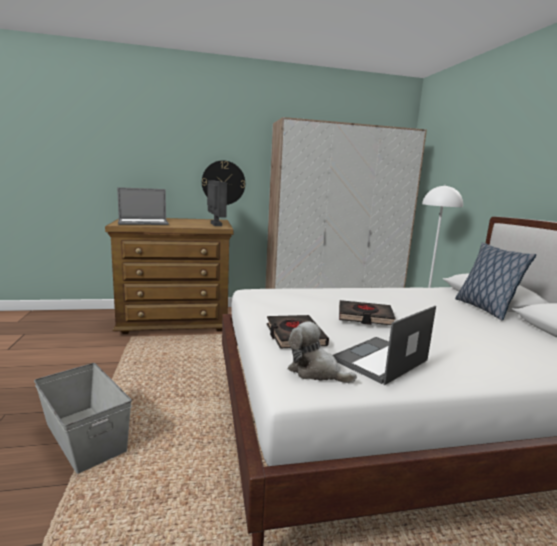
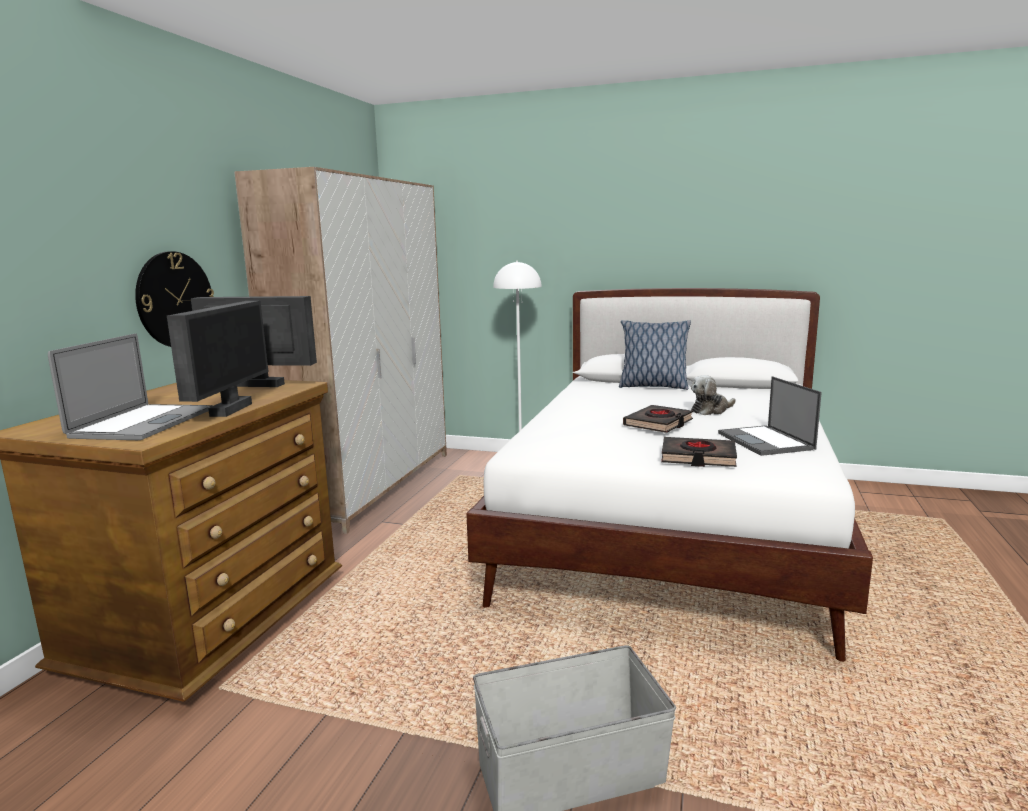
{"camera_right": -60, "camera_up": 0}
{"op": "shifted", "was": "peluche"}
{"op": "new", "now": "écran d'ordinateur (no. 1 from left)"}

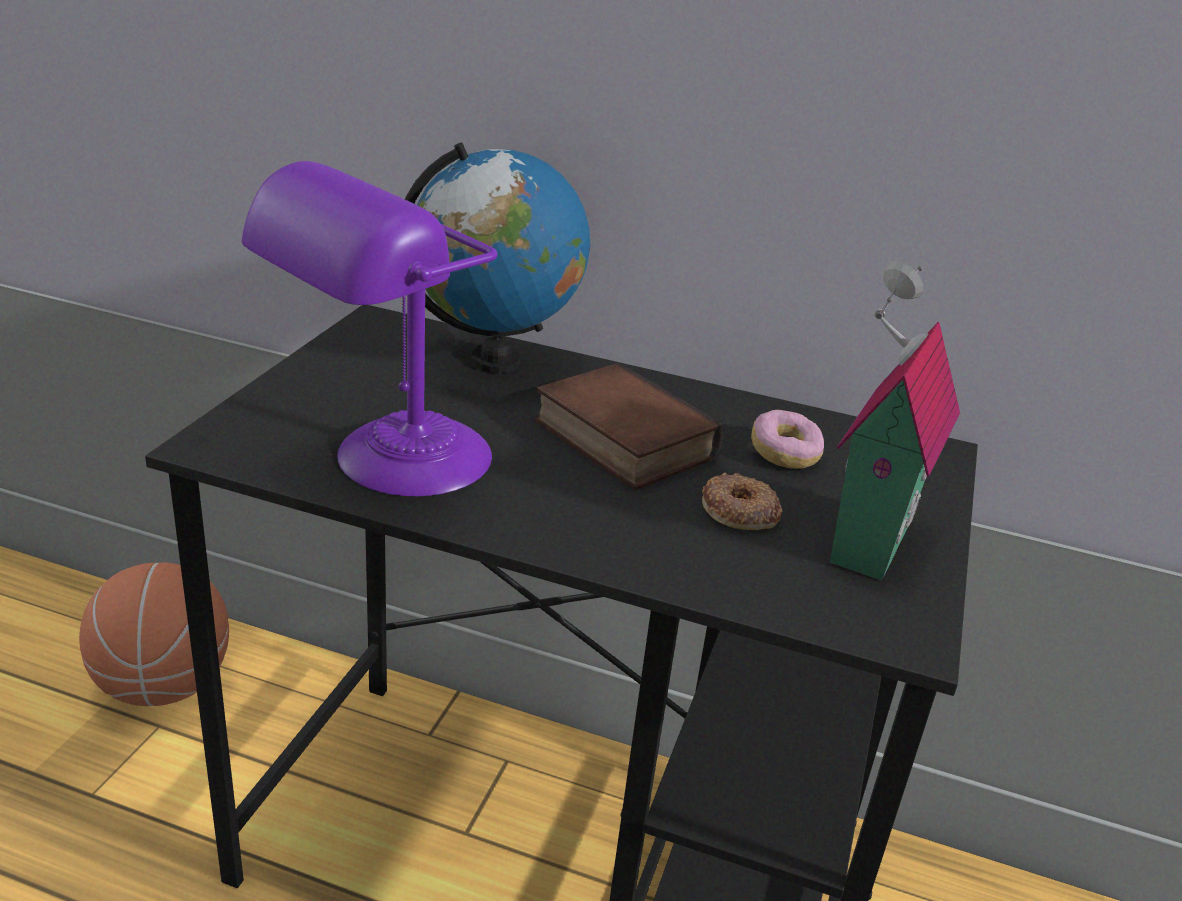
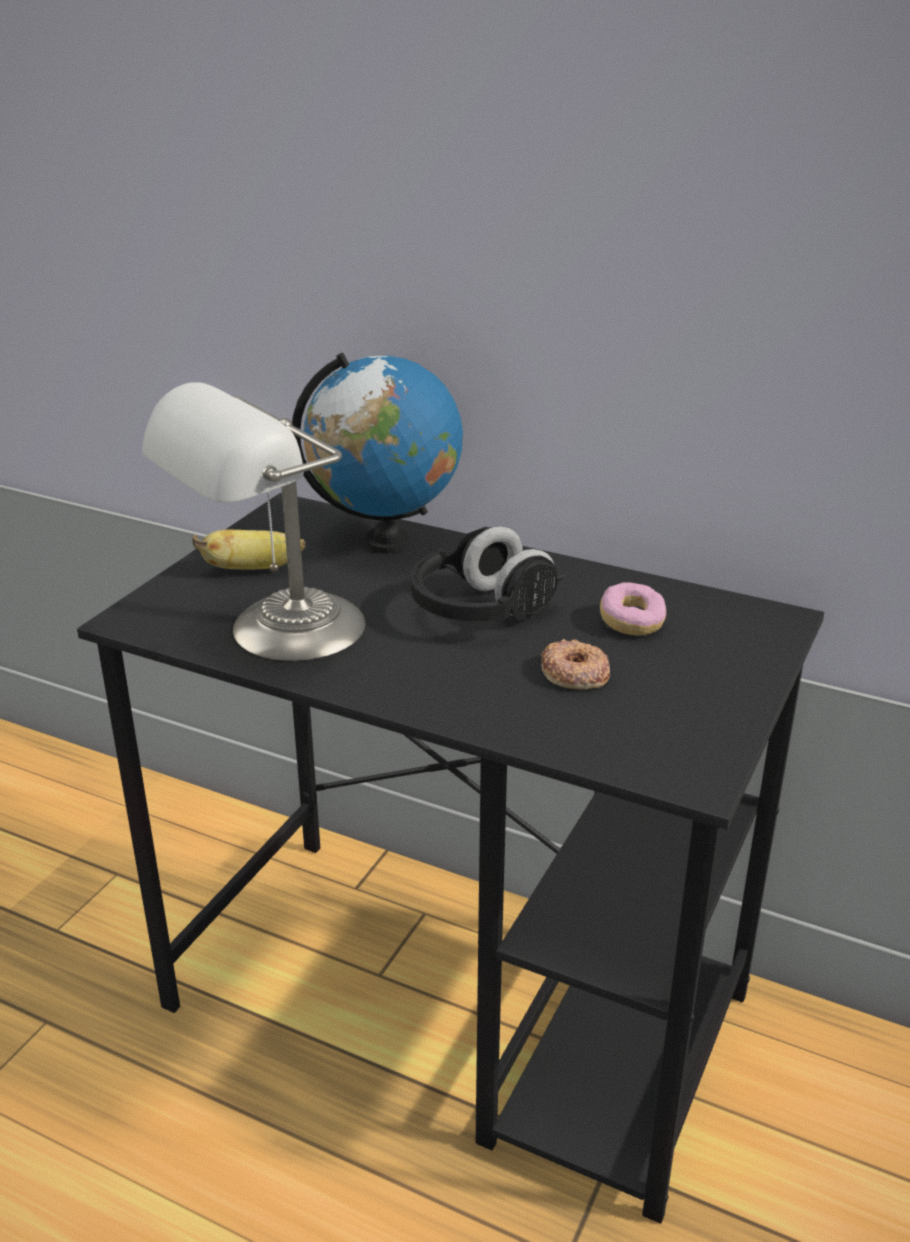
{"camera_right": 10, "camera_up": 0}
{"op": "repainted", "was": "lampe de table (violet)", "now": "lampe de table (blanc)"}
{"op": "gone", "was": "maison miniature"}
{"op": "swapped", "was": "livre", "now": "casque audio (noir)"}
{"op": "gone", "was": "ballon de basket"}
{"op": "new", "now": "banane"}

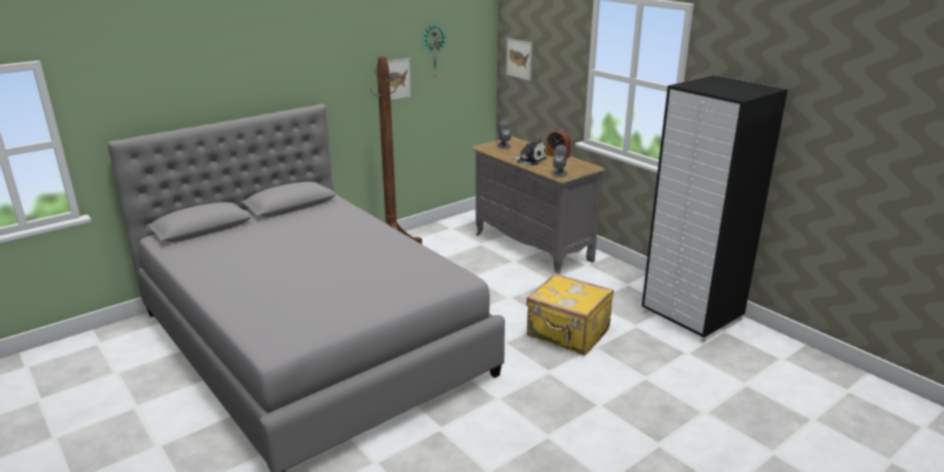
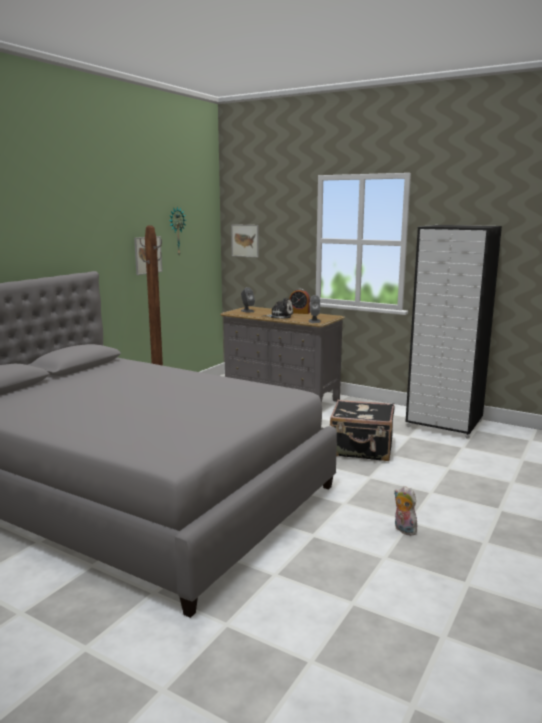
{"camera_right": -20, "camera_up": -10}
{"op": "repainted", "was": "valise (jaune)", "now": "valise (noir)"}
{"op": "new", "now": "peluche (no. 2 from left)"}

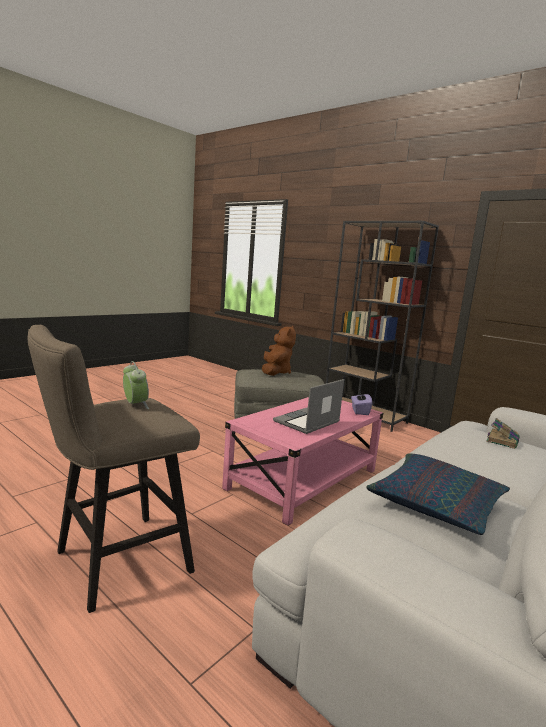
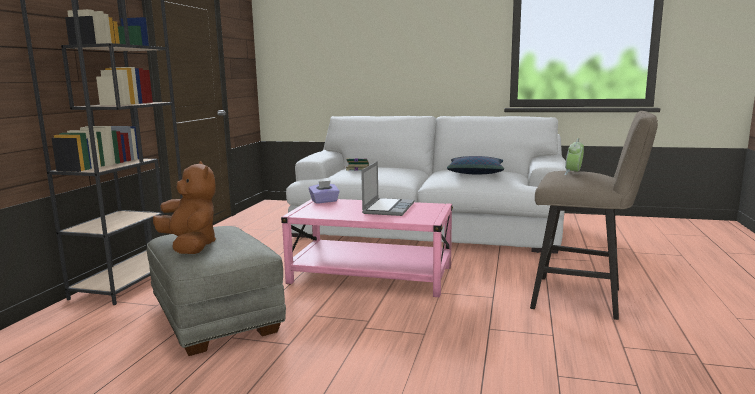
{"camera_right": -115, "camera_up": 0}
{"op": "rotated", "was": "peluche (marron)", "clockwise": 75}
{"op": "rotated", "was": "ordinateur portable", "clockwise": -90}

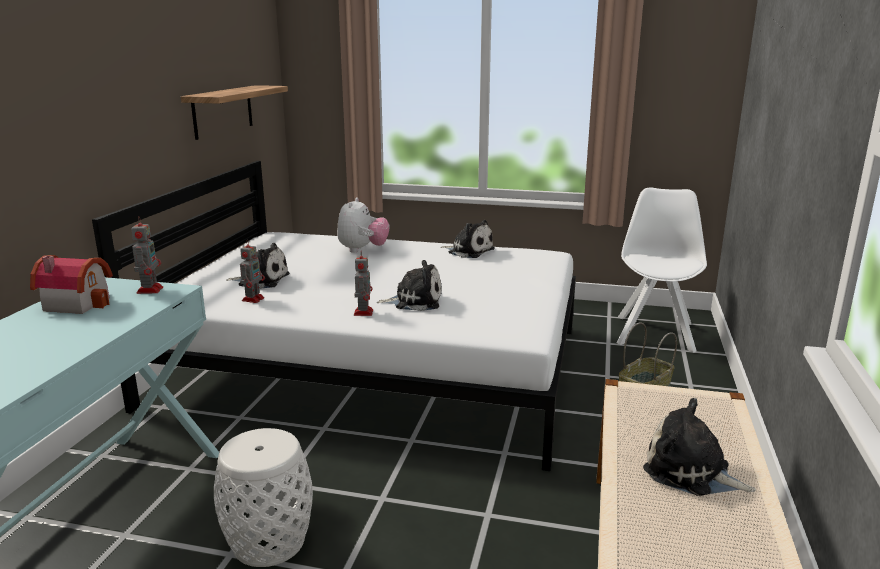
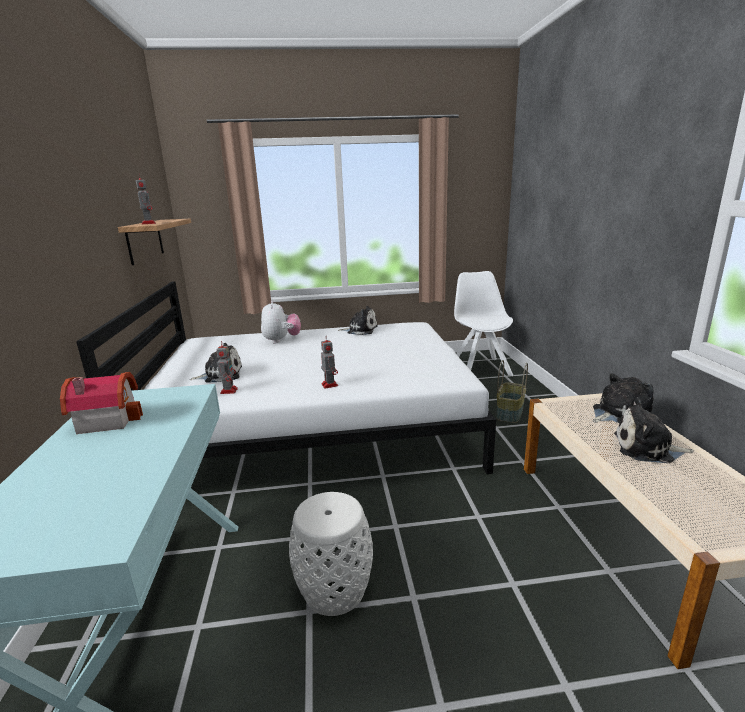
{"camera_right": -20, "camera_up": 0}
{"op": "shifted", "was": "robot jouet (no. 1 from left)"}
{"op": "shifted", "was": "peluche (no. 3 from left in the first image)", "now": "peluche (no. 4 from left)"}

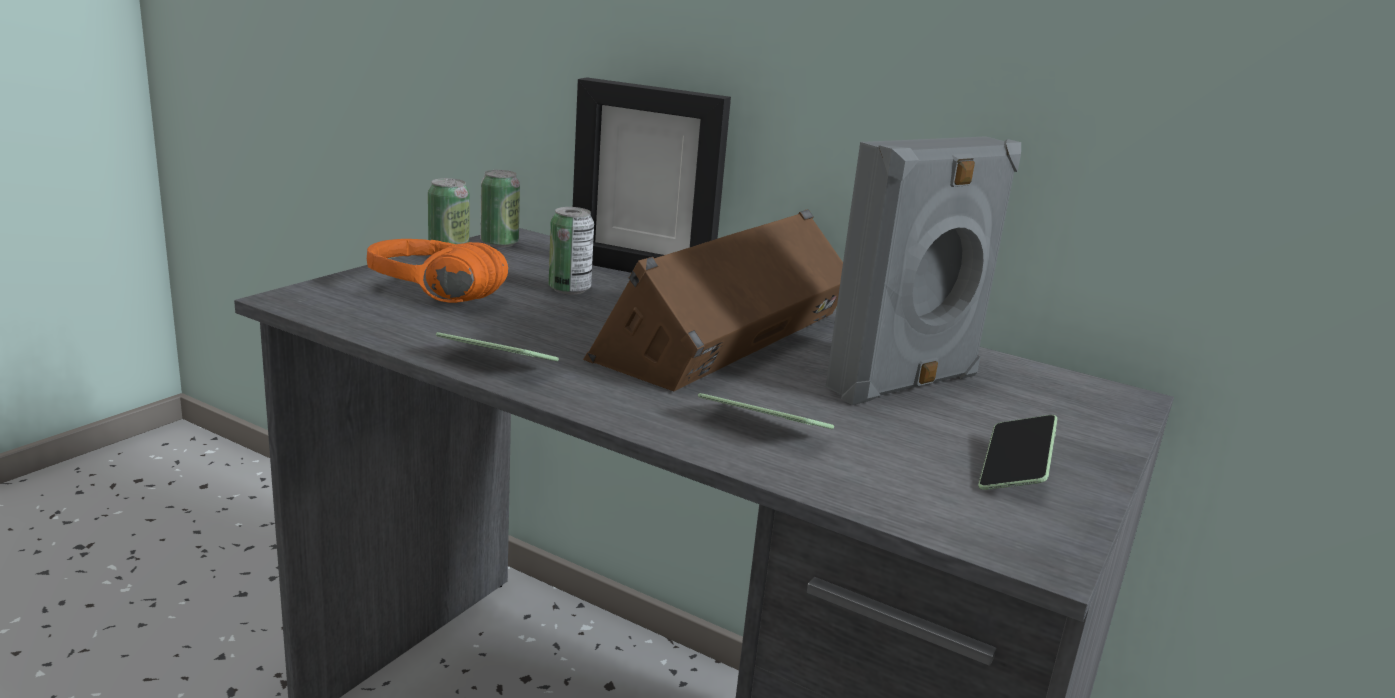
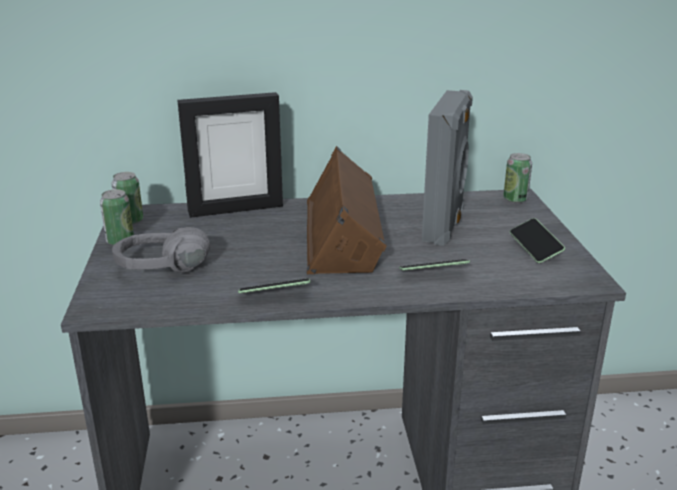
{"camera_right": -35, "camera_up": 5}
{"op": "shifted", "was": "boîte métallique (no. 3 from left)"}
{"op": "repainted", "was": "casque audio (orange)", "now": "casque audio (gris)"}

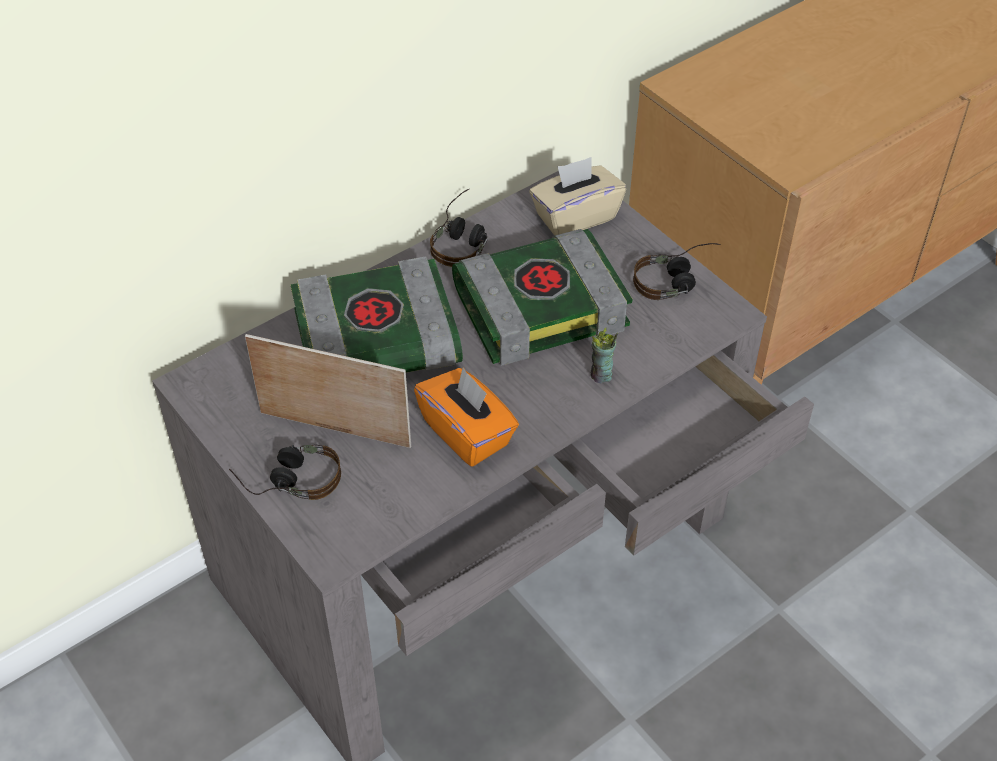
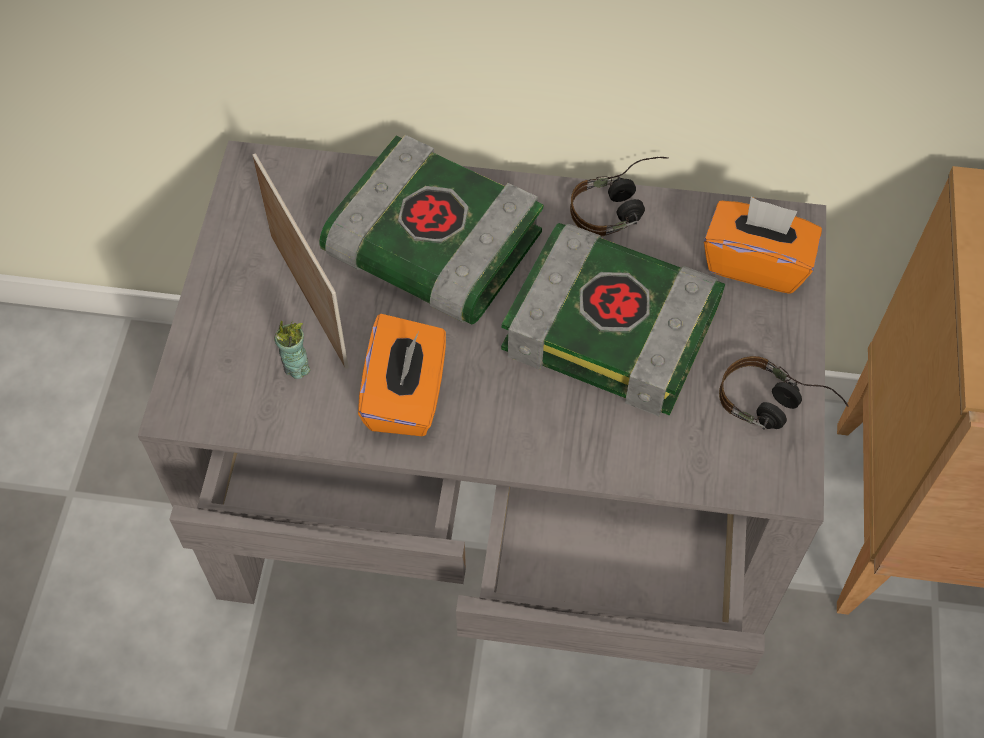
{"camera_right": 45, "camera_up": 10}
{"op": "repainted", "was": "boîte à mouchoirs (beige)", "now": "boîte à mouchoirs (orange) (no. 2 from left)"}
{"op": "shifted", "was": "tasse"}
{"op": "gone", "was": "casque audio (no. 1 from left)"}

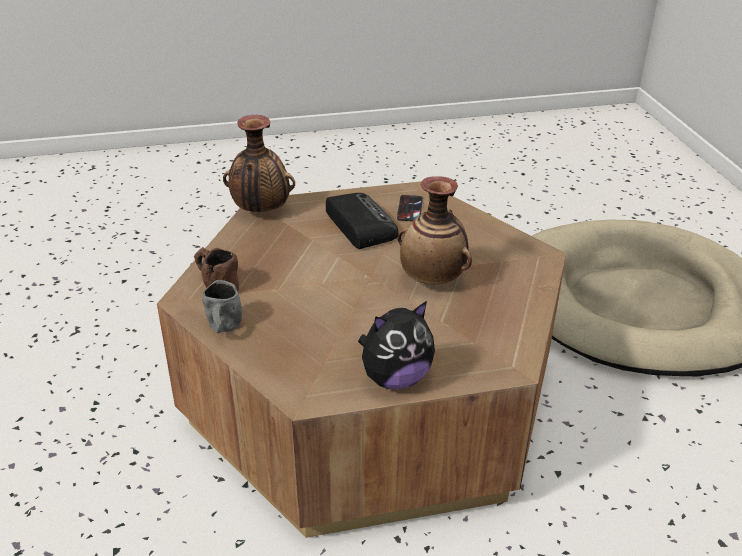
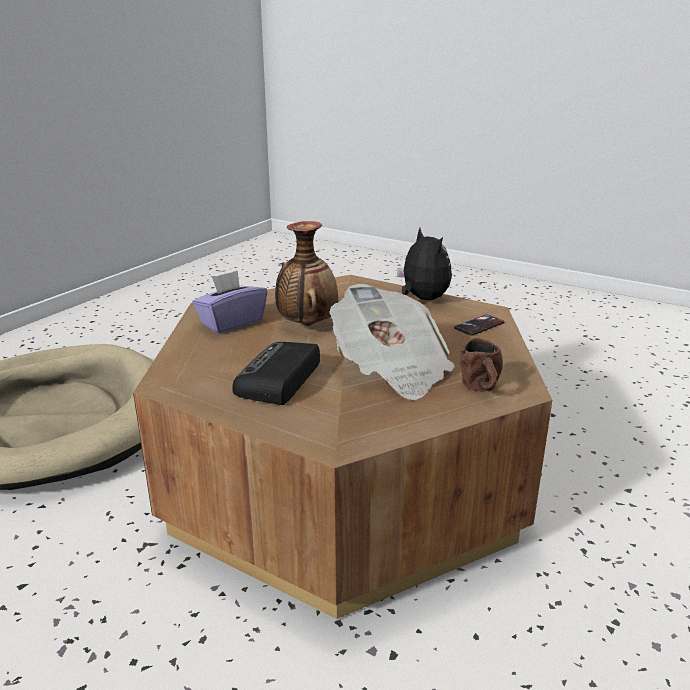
{"camera_right": -135, "camera_up": -10}
{"op": "gone", "was": "vase (no. 1 from left)"}
{"op": "shifted", "was": "téléphone"}
{"op": "gone", "was": "mug (gris)"}
{"op": "rotated", "was": "peluche", "clockwise": 45}
{"op": "new", "now": "boîte à mouchoirs (violet)"}
{"op": "new", "now": "journal"}

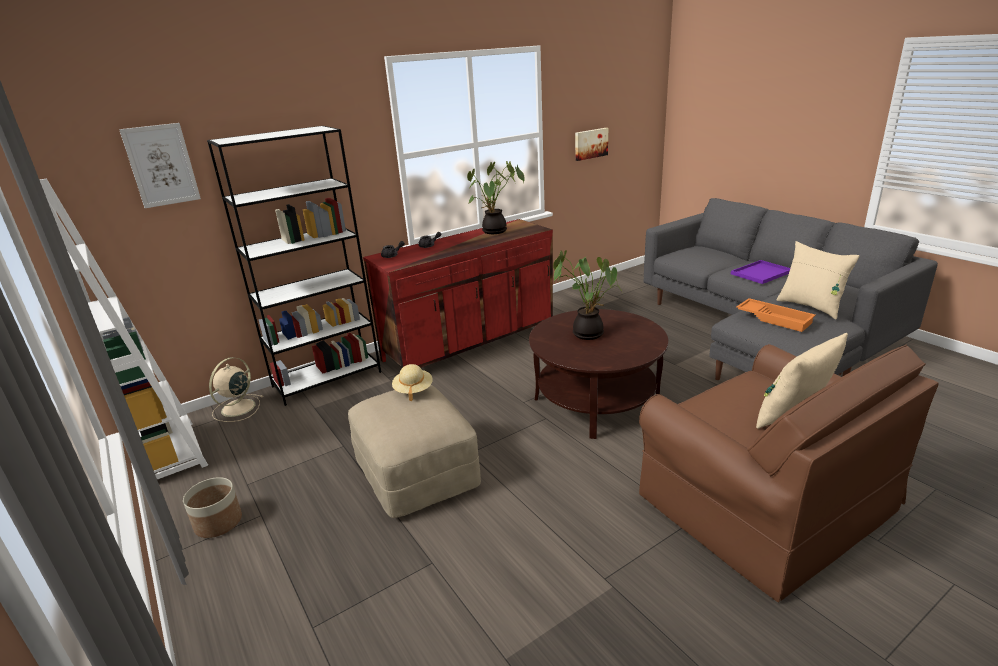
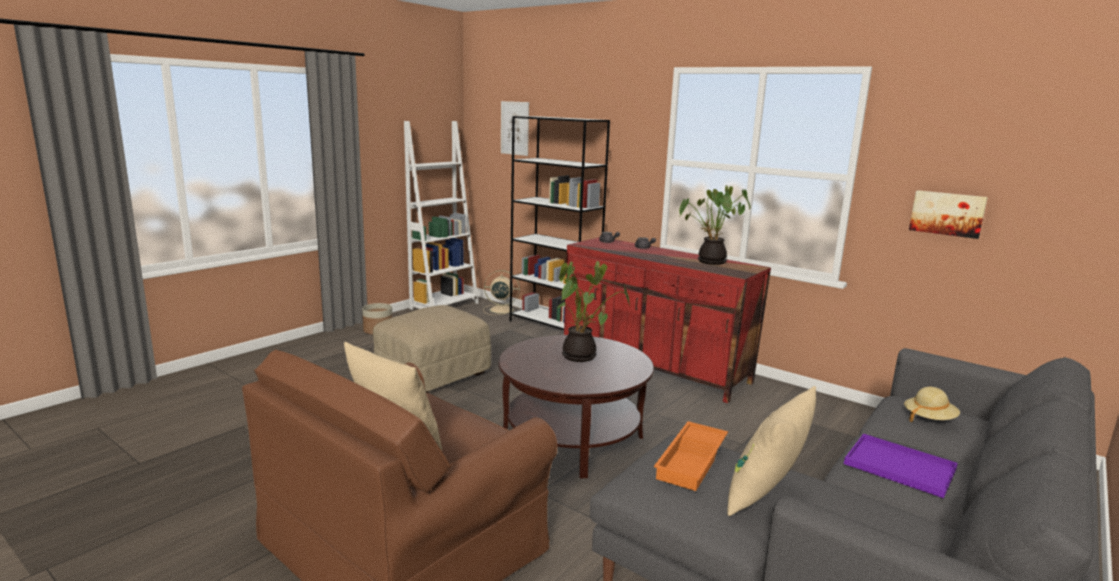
{"camera_right": 70, "camera_up": -10}
{"op": "shifted", "was": "chapeau (beige)"}

